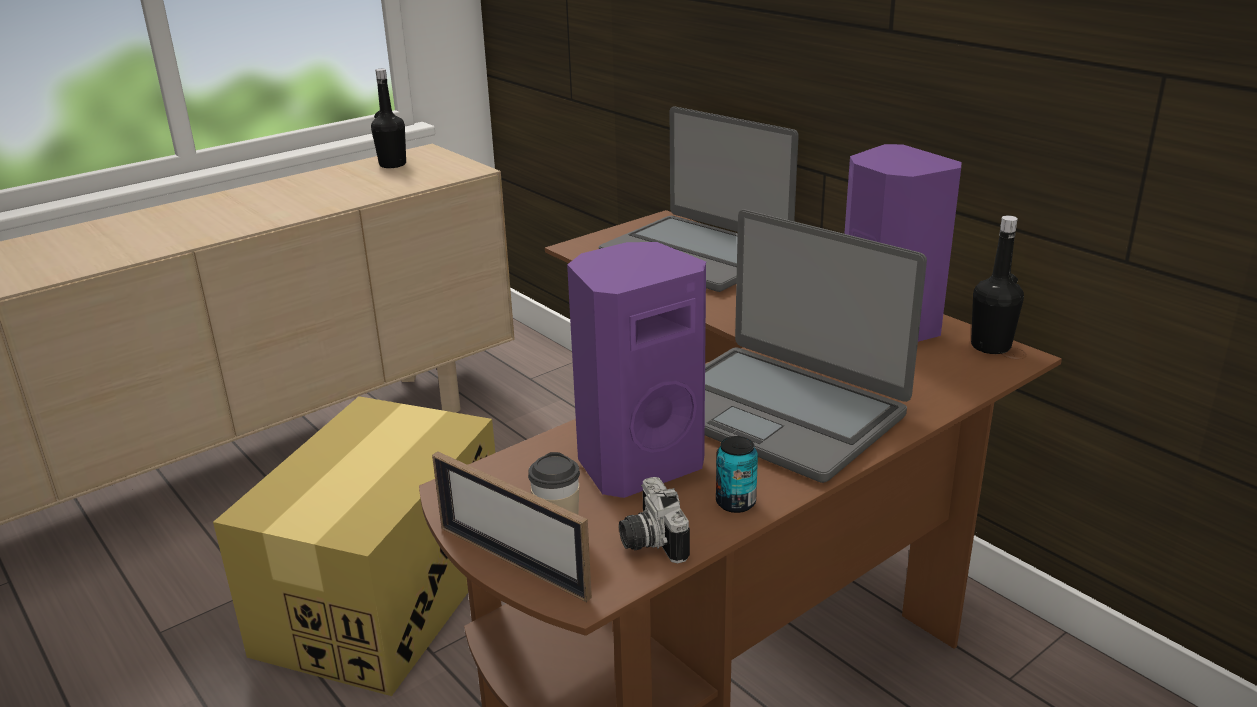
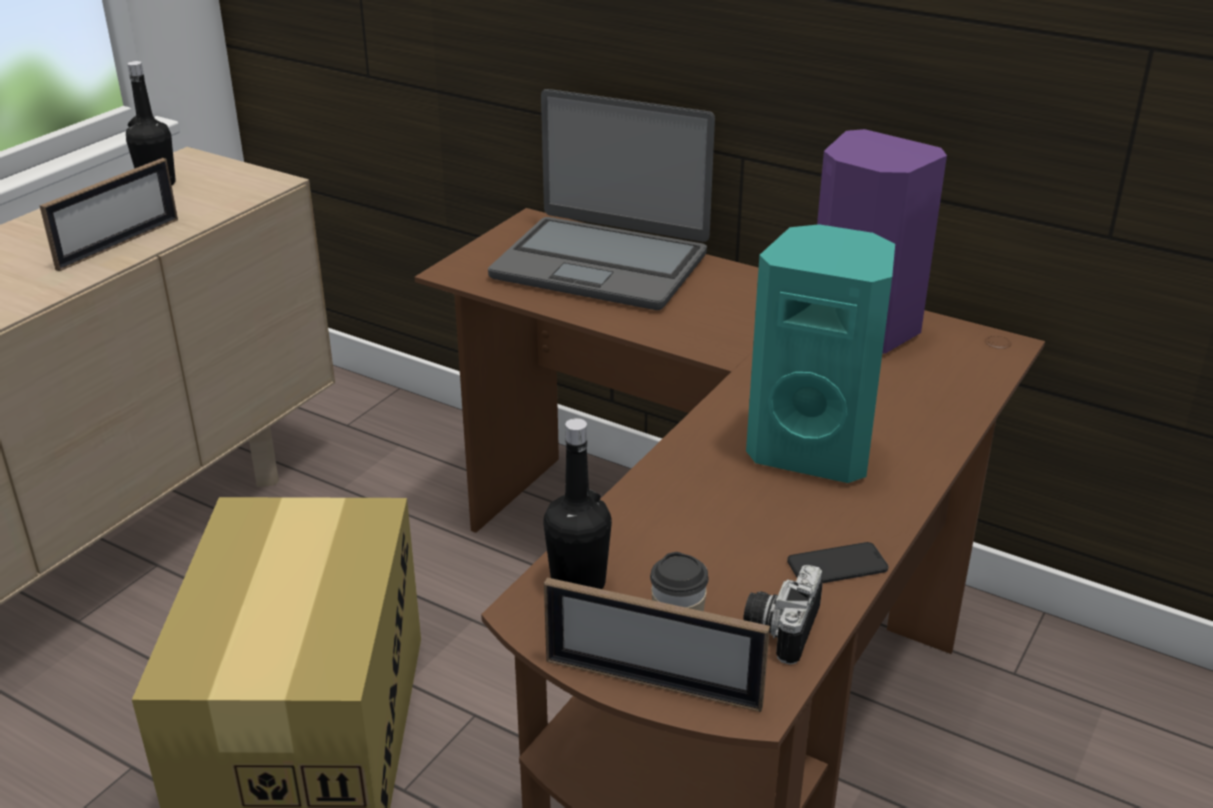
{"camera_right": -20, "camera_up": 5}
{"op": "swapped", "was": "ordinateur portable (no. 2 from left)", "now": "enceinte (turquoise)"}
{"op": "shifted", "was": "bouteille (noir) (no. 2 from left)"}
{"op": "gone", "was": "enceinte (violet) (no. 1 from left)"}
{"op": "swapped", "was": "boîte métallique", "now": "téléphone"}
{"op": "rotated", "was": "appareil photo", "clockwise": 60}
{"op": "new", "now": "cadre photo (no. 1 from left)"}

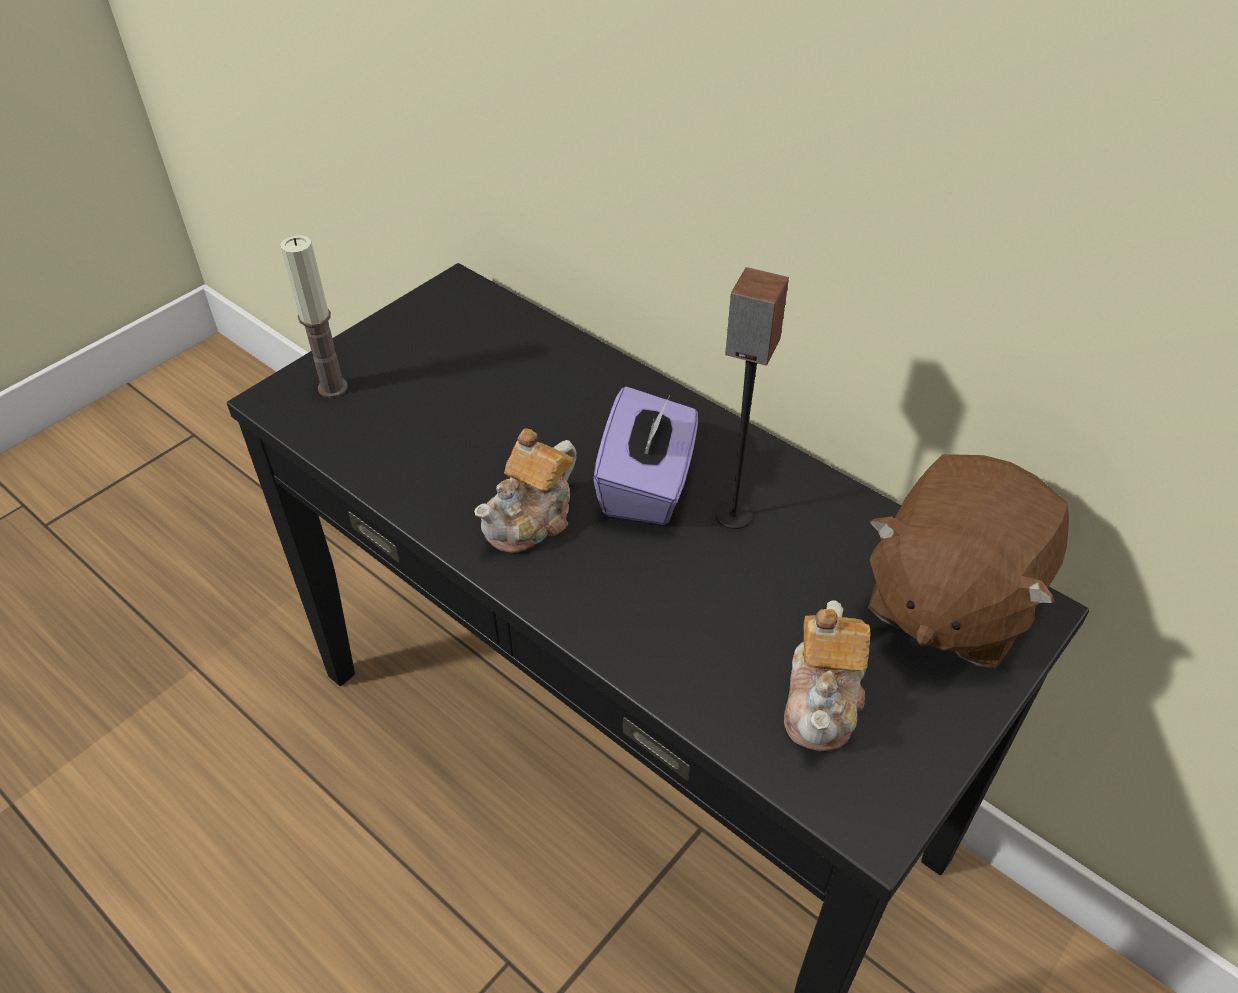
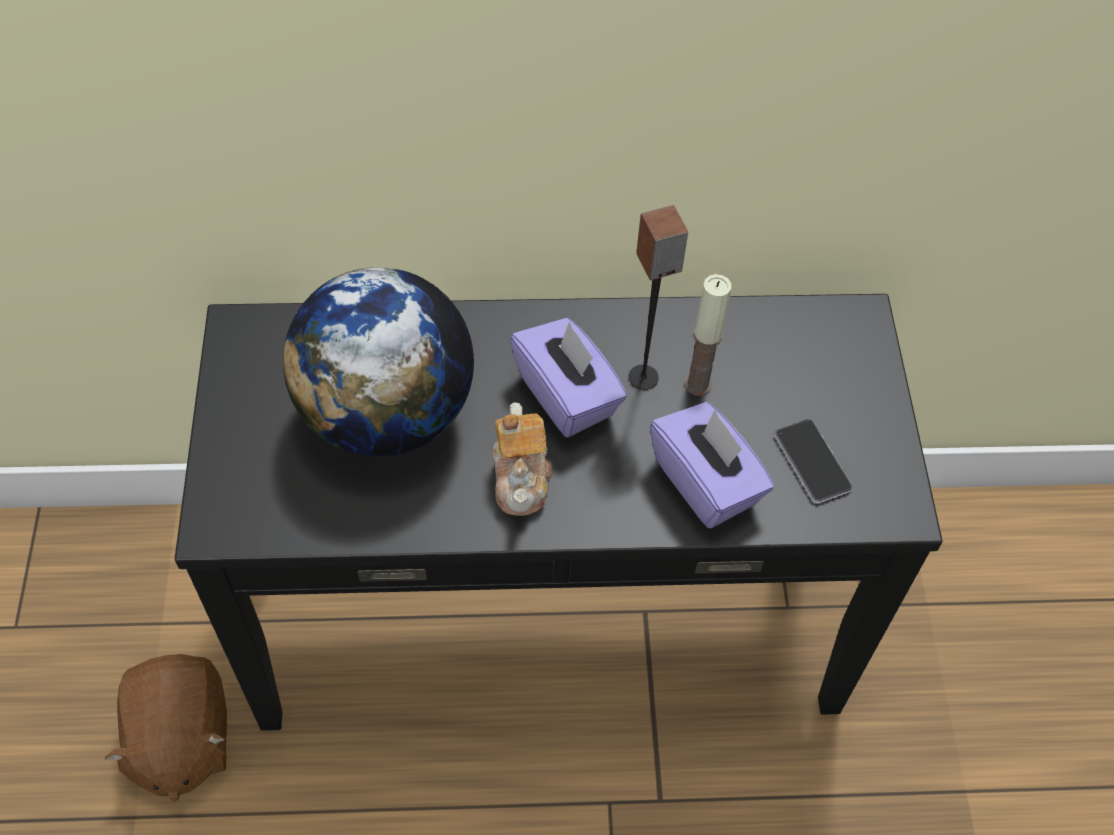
{"camera_right": -45, "camera_up": 10}
{"op": "shifted", "was": "bougie"}
{"op": "shifted", "was": "peluche (marron)"}
{"op": "swapped", "was": "théière (no. 2 from left)", "now": "téléphone"}
{"op": "new", "now": "globe"}
{"op": "new", "now": "boîte à mouchoirs (violet) (no. 2 from left)"}

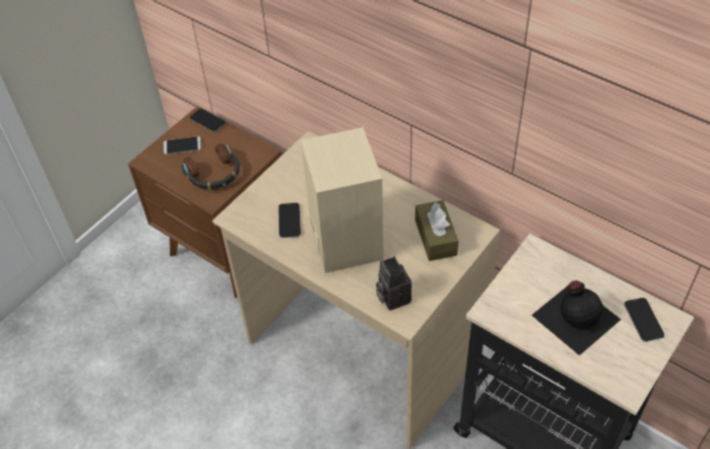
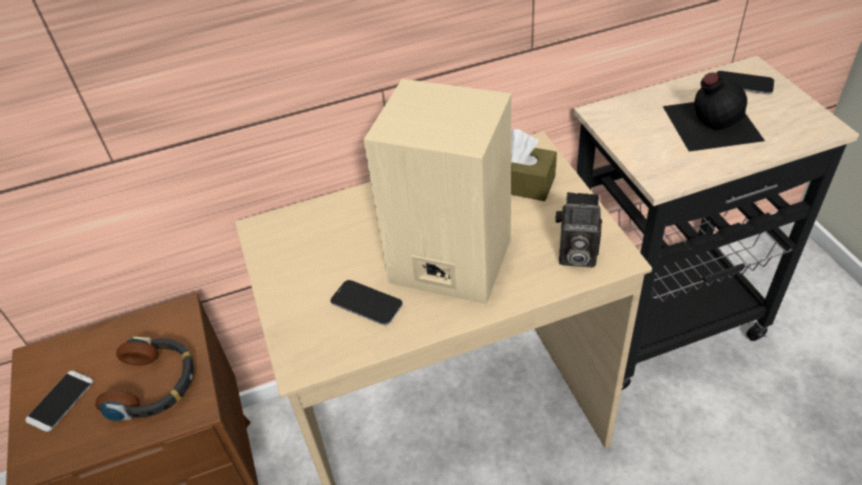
{"camera_right": -55, "camera_up": -5}
{"op": "gone", "was": "téléphone (no. 2 from left)"}

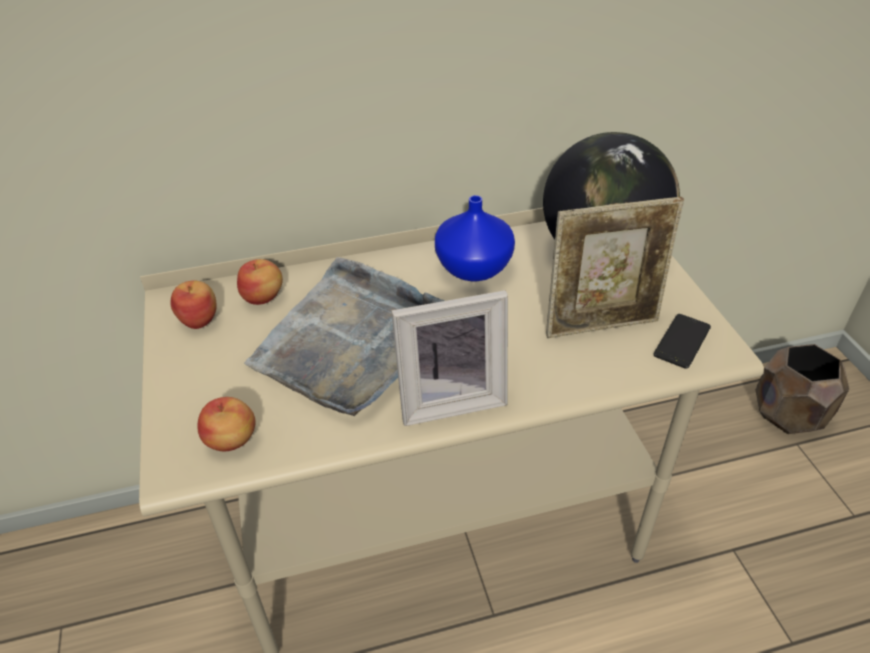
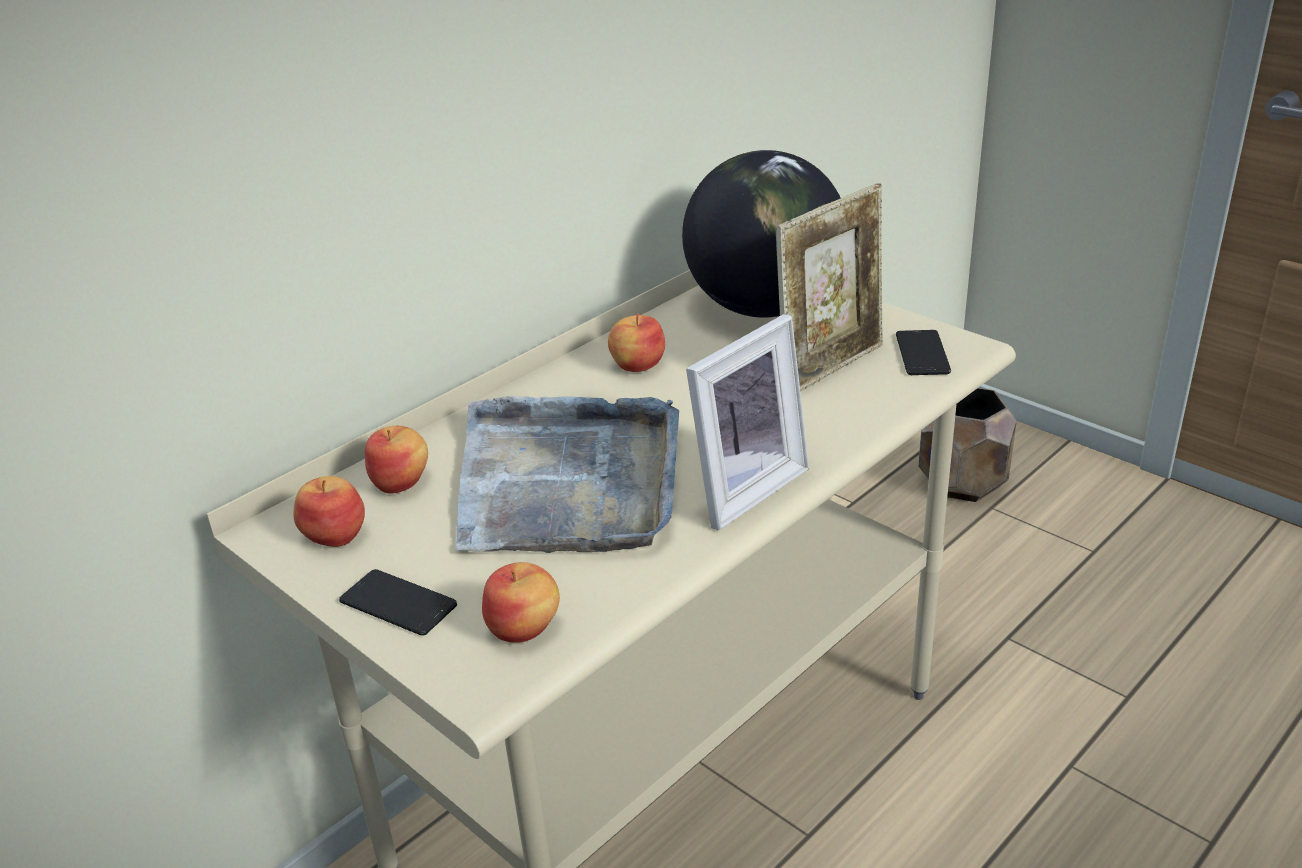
{"camera_right": -30, "camera_up": -10}
{"op": "swapped", "was": "vase (bleu)", "now": "pomme (no. 4 from left)"}
{"op": "new", "now": "téléphone (no. 1 from left)"}

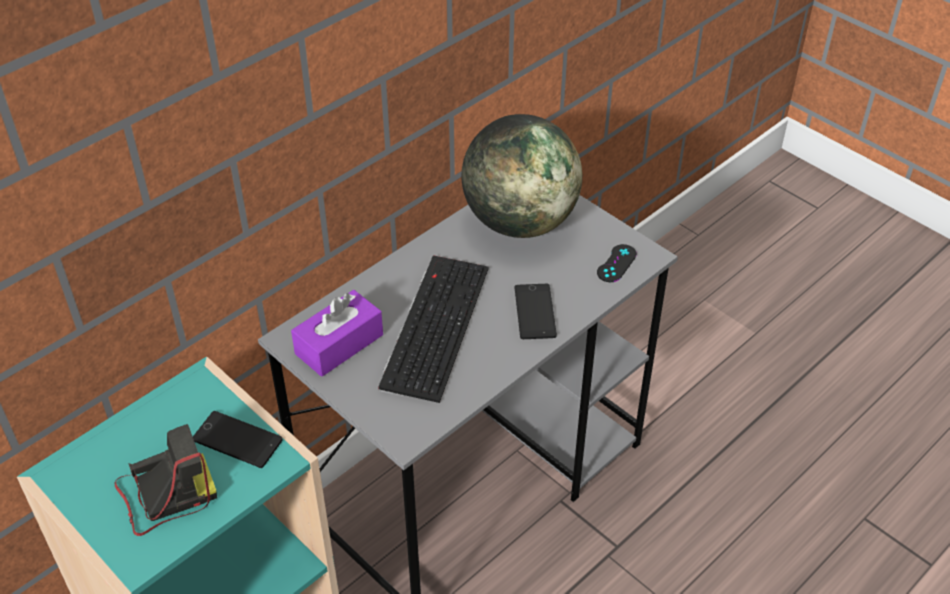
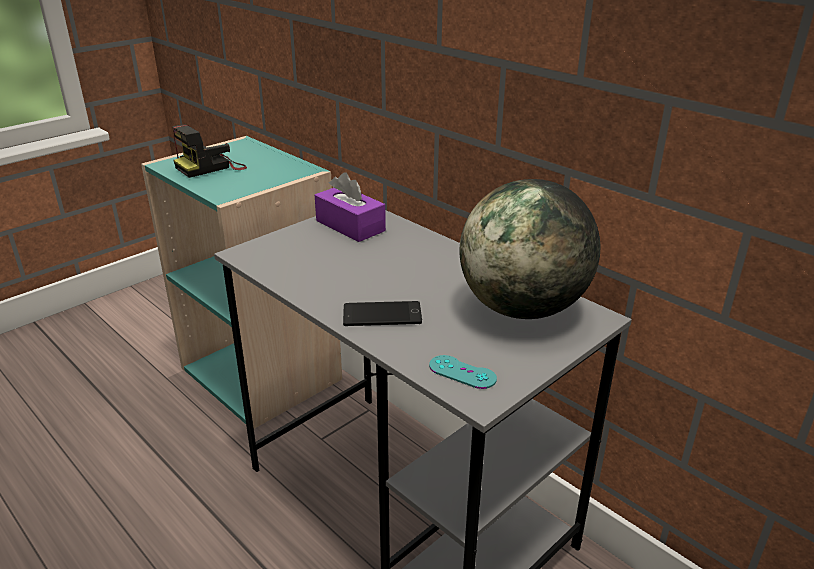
{"camera_right": 90, "camera_up": -15}
{"op": "repainted", "was": "manette (noir)", "now": "manette (turquoise)"}
{"op": "gone", "was": "clavier"}
{"op": "gone", "was": "téléphone (no. 1 from left)"}
{"op": "rotated", "was": "appareil photo", "clockwise": 75}

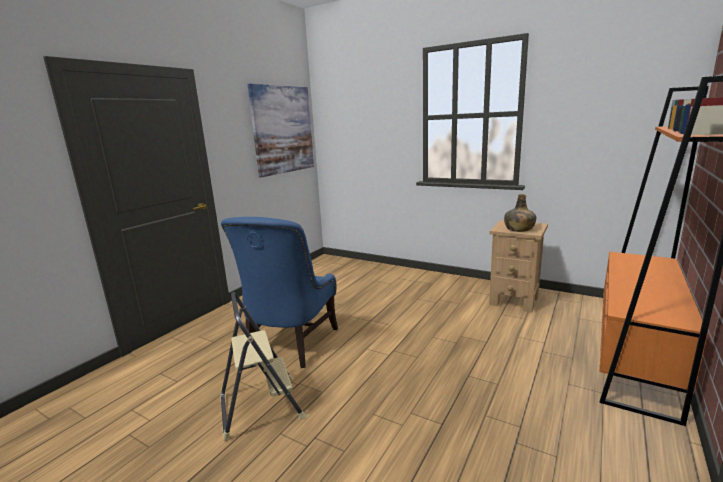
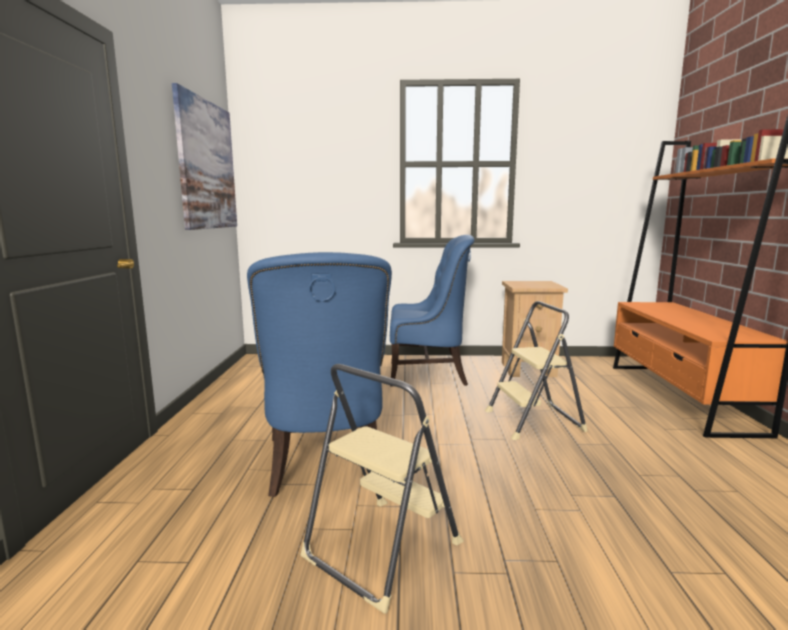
{"camera_right": -30, "camera_up": -5}
{"op": "gone", "was": "bouteille (vert)"}
{"op": "new", "now": "chaise (bleu) (no. 2 from left)"}
{"op": "new", "now": "escabeau (beige) (no. 2 from left)"}

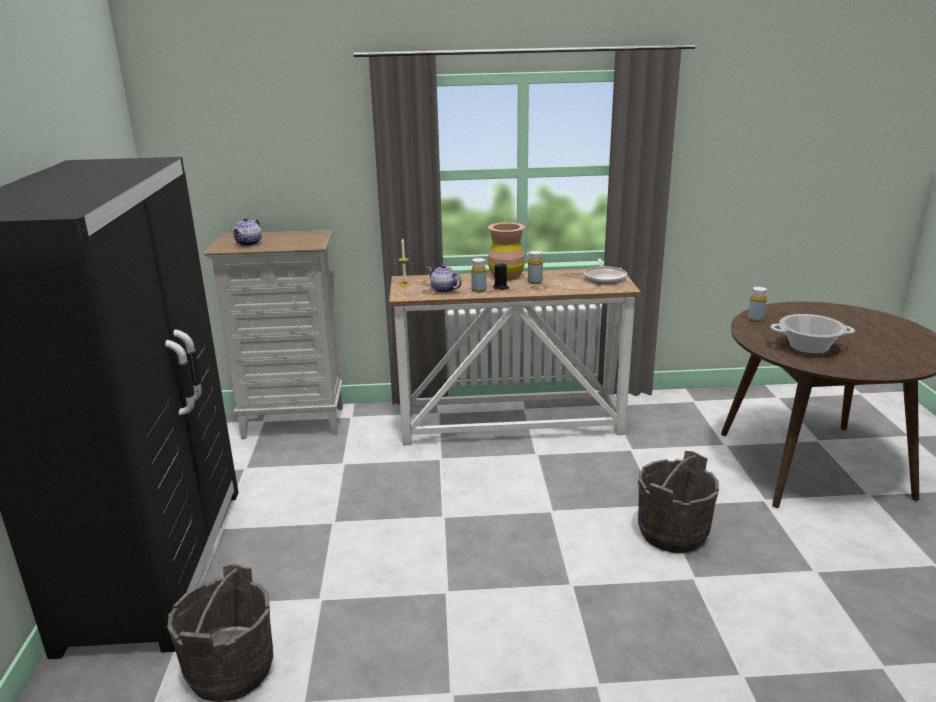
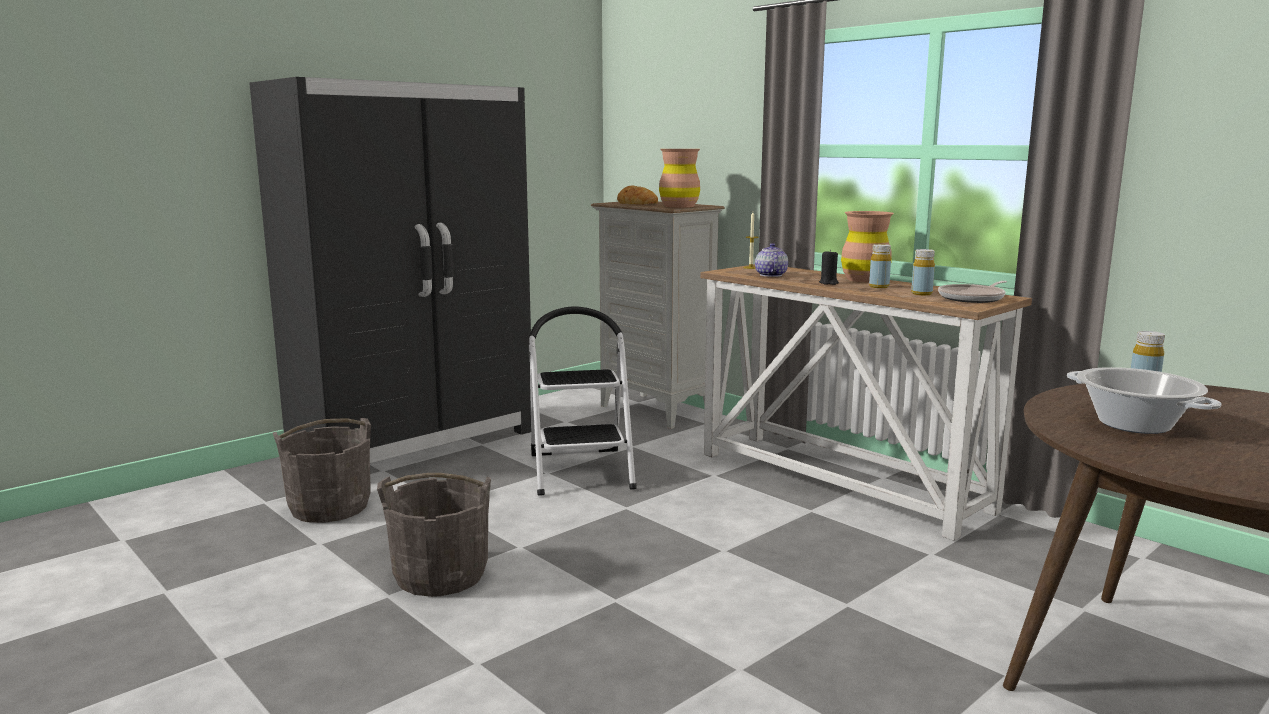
{"camera_right": 50, "camera_up": -10}
{"op": "swapped", "was": "théière (no. 1 from left)", "now": "pain"}
{"op": "shifted", "was": "bouteille (jaune) (no. 1 from left in the first image)", "now": "bouteille (jaune) (no. 2 from left)"}
{"op": "shifted", "was": "seau (gris) (no. 2 from left)"}
{"op": "new", "now": "vase (marron) (no. 1 from left)"}
{"op": "new", "now": "escabeau"}

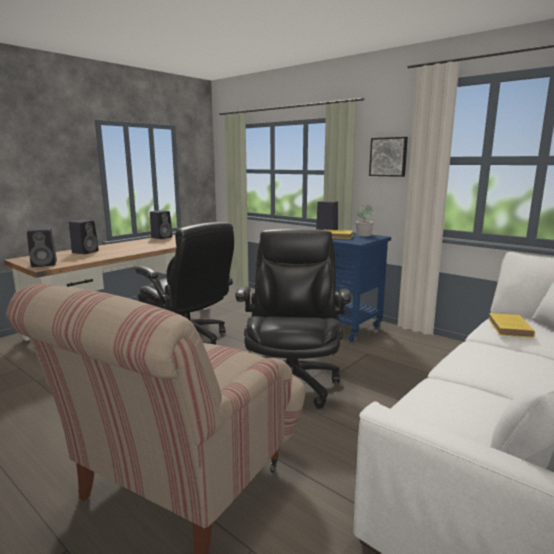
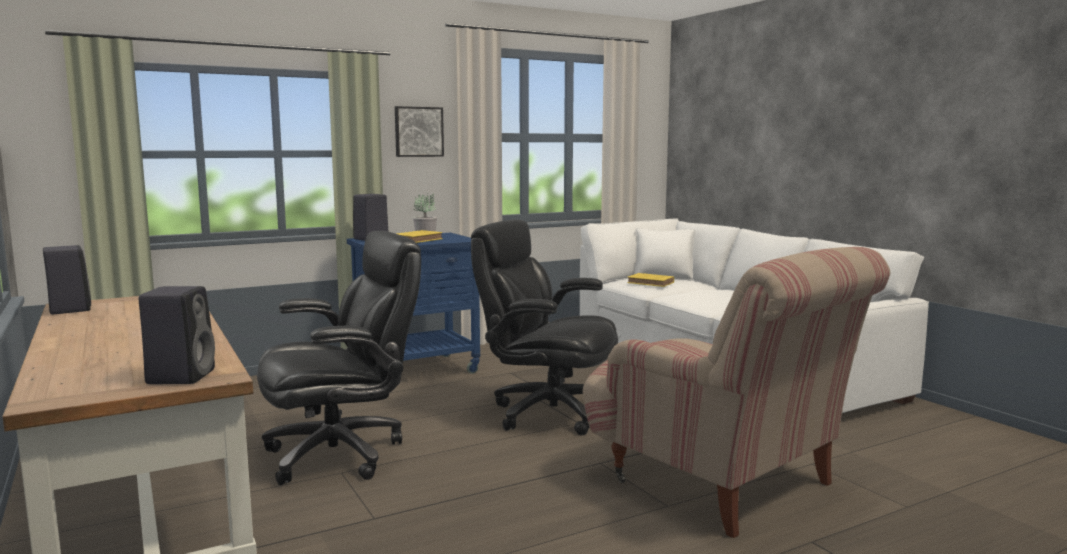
{"camera_right": -70, "camera_up": -5}
{"op": "gone", "was": "enceinte (noir) (no. 2 from left)"}

